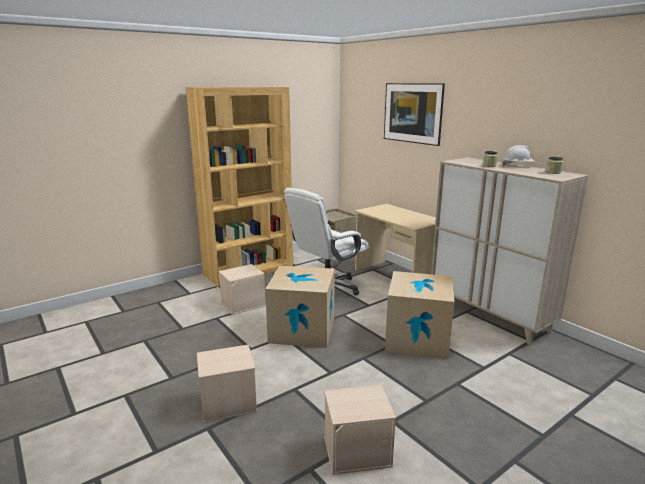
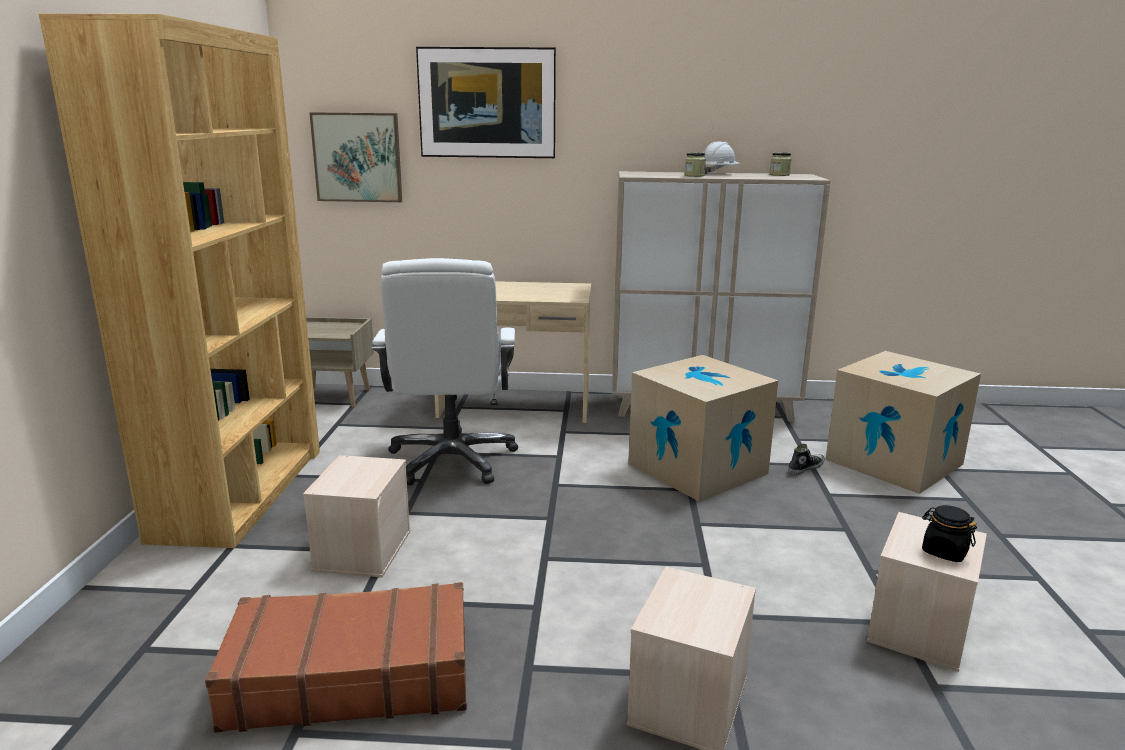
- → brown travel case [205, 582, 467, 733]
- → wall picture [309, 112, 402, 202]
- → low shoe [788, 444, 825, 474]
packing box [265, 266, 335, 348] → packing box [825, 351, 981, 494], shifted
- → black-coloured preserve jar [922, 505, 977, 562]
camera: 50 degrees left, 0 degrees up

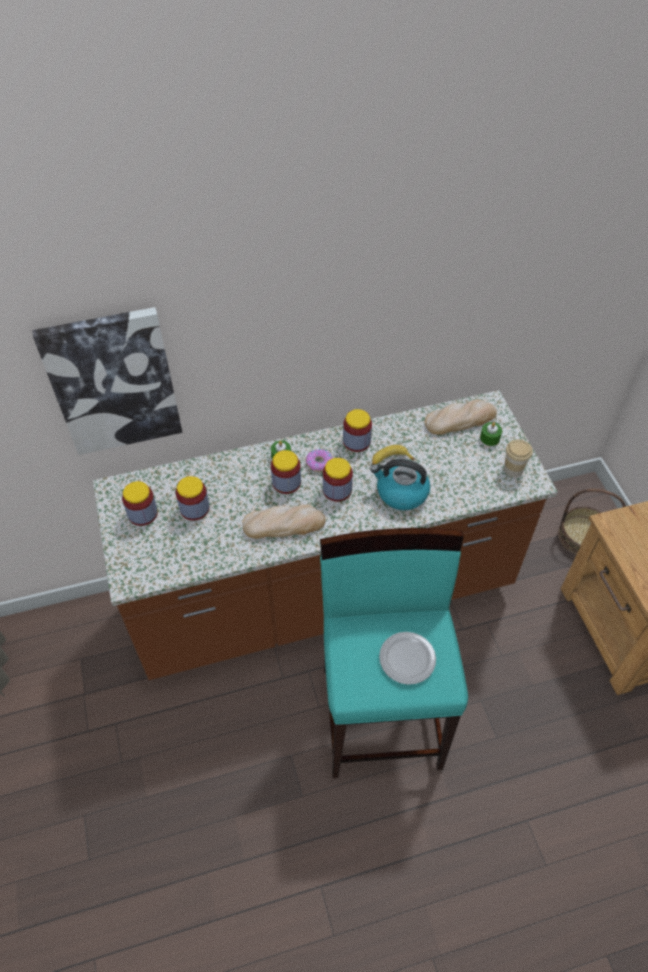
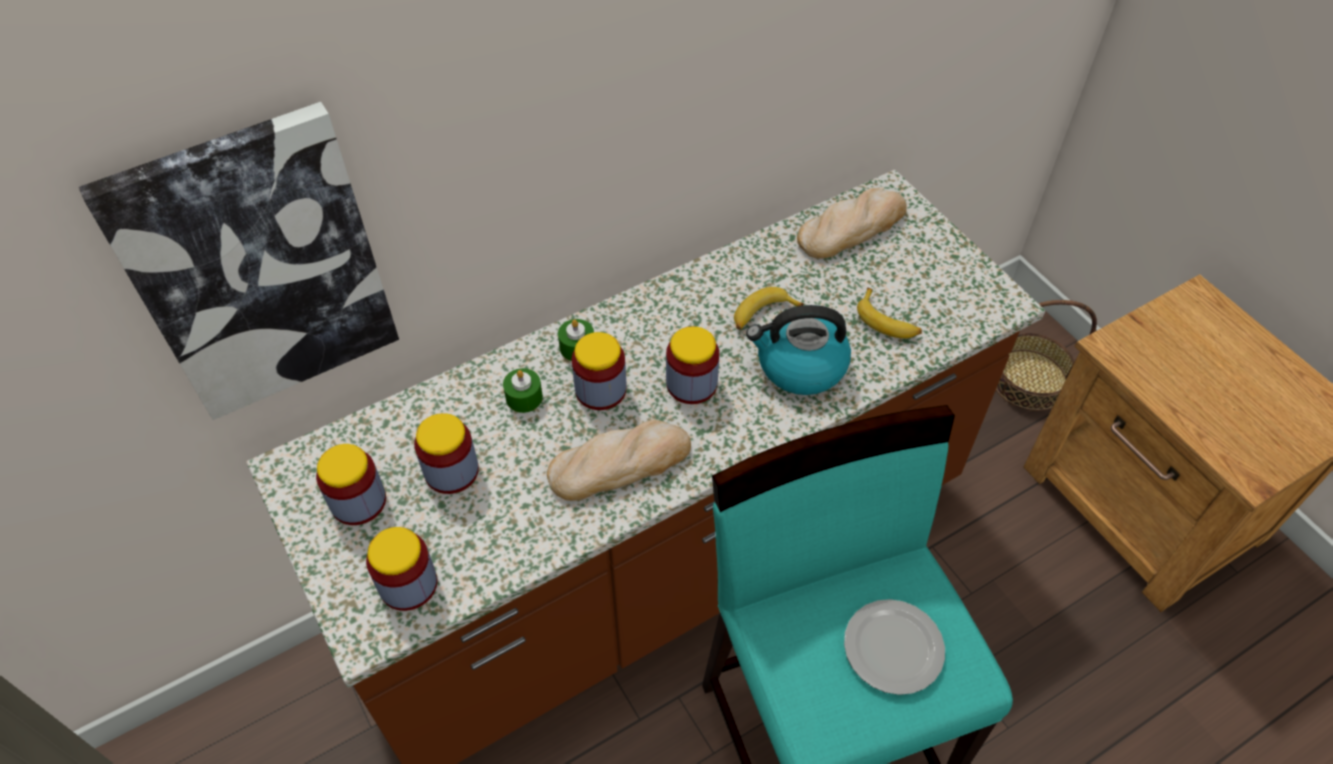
preserve jar [343, 409, 372, 452] → preserve jar [366, 527, 438, 611], shifted
greenish candle [480, 422, 502, 446] → greenish candle [503, 368, 543, 413], shifted
- → banana [857, 288, 922, 339]
ring doughnut [306, 449, 333, 472] → -
cup [504, 439, 532, 477] → -
camera: 15 degrees left, 0 degrees up

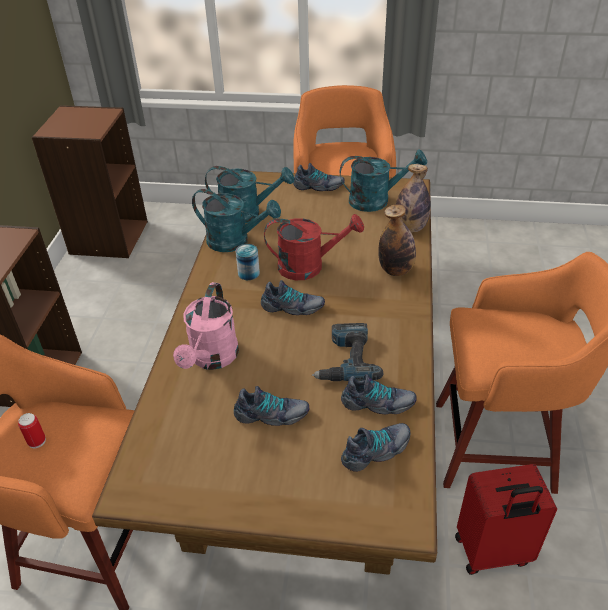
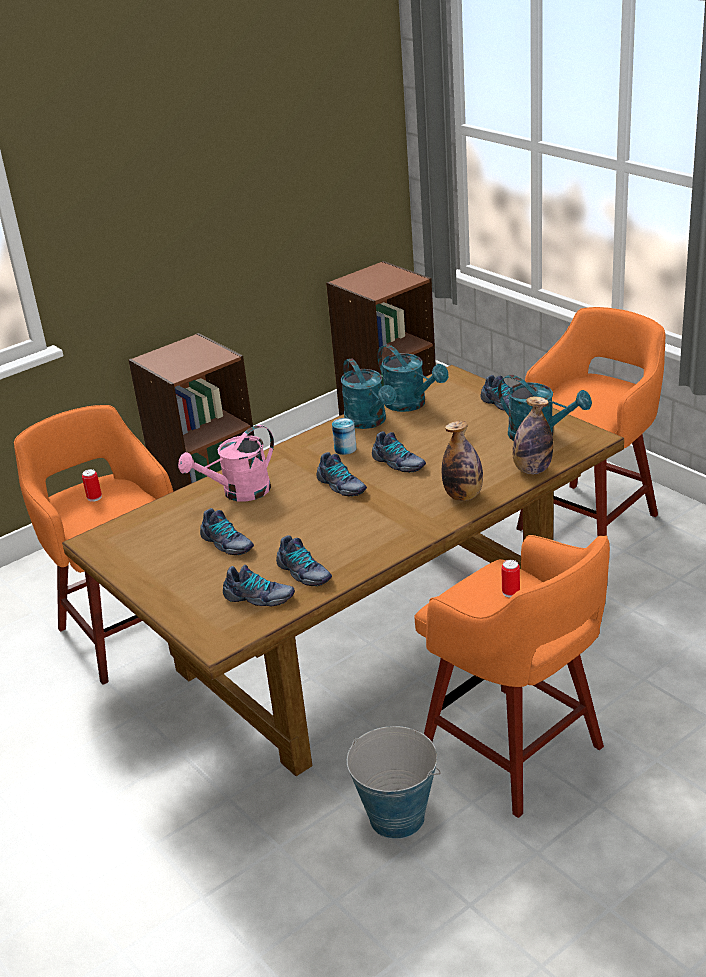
red travel case [455, 464, 557, 575] → water bucket [347, 726, 441, 839]
red watering can [264, 214, 364, 280] → low shoe [372, 431, 426, 473]
- → can [501, 560, 520, 598]
drill [312, 323, 383, 381] → -
camera: 45 degrees right, 10 degrees down

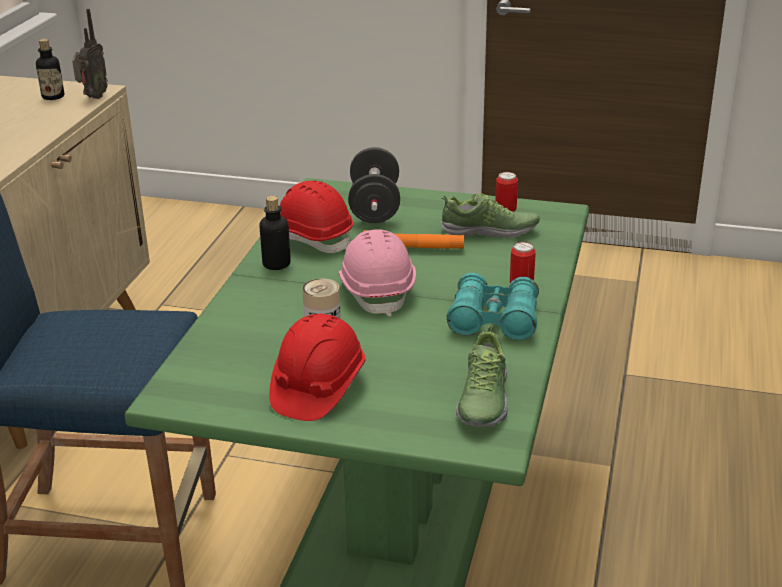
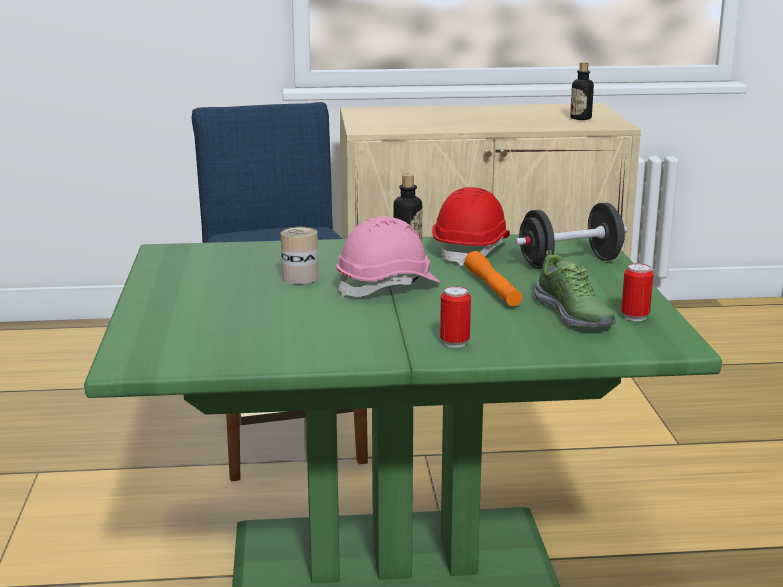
radio receiver [72, 9, 108, 99] → -
red work helmet [269, 314, 366, 421] → -
blue-green field glasses [447, 273, 539, 340] → -
low shoe [456, 326, 508, 427] → -
camera: 70 degrees right, 10 degrees down

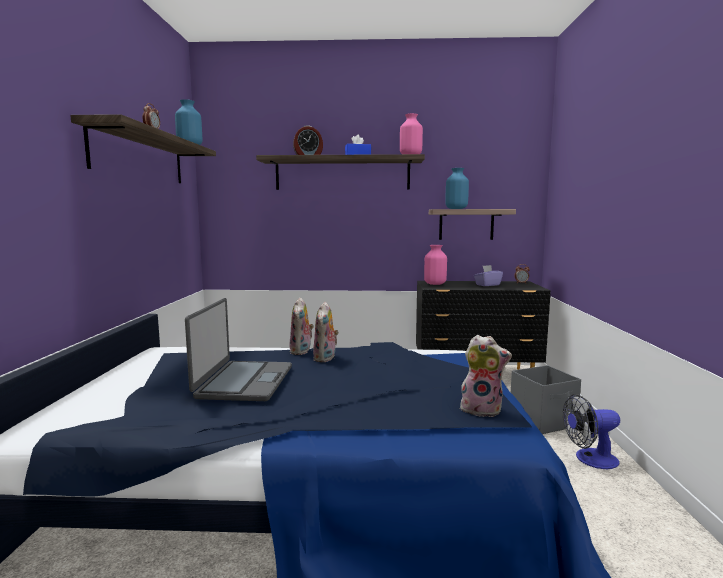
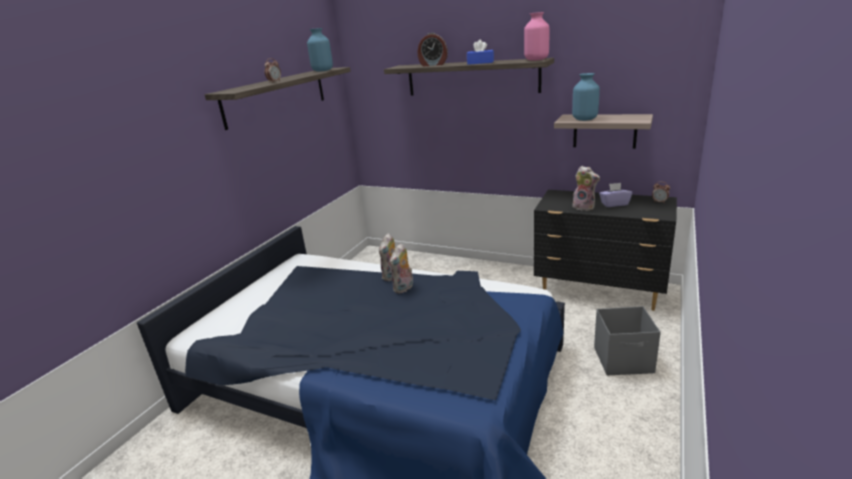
soft toy [458, 335, 512, 417] → soft toy [572, 166, 600, 211], shifted
portable computer [185, 298, 292, 401] → -
pink vase [424, 245, 447, 285] → -
electric fan [563, 394, 620, 469] → -
camera: 25 degrees right, 15 degrees up

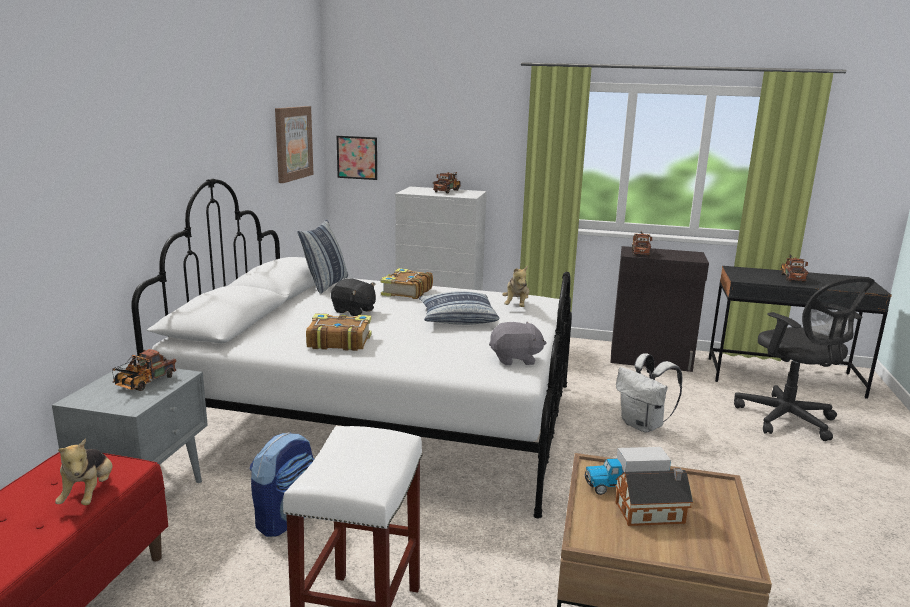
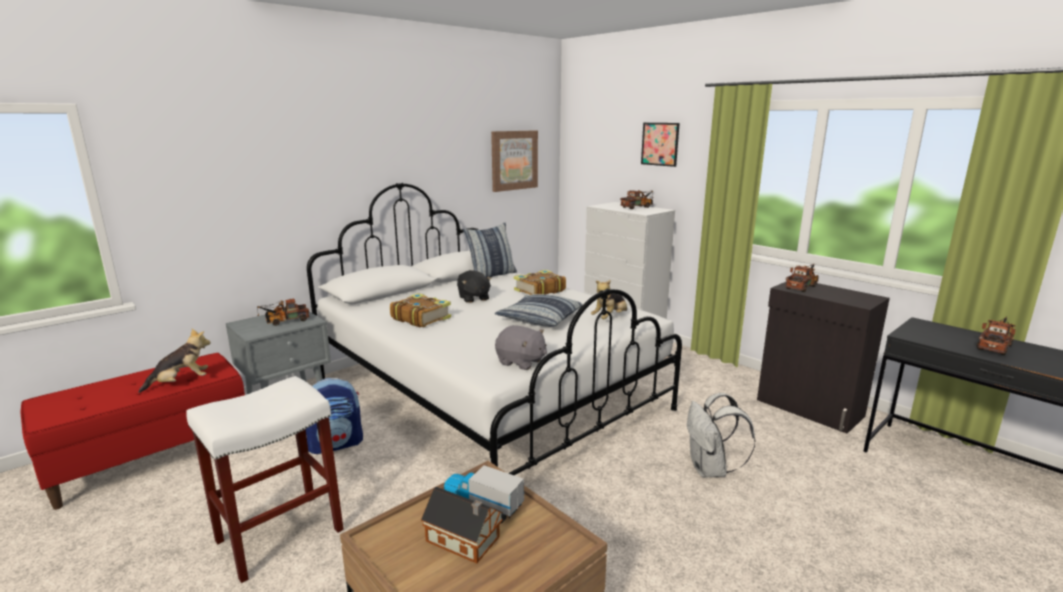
soft toy [55, 438, 113, 505] → soft toy [138, 328, 210, 393], 150 degrees counterclockwise
wall picture [337, 136, 377, 180] → wall picture [641, 123, 680, 167], shifted
black-coloured desk chair [734, 277, 875, 441] → -
camera: 35 degrees right, 0 degrees up

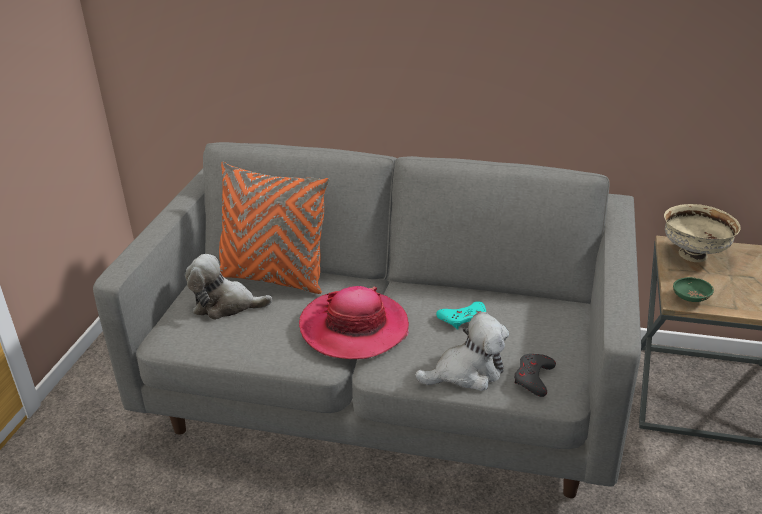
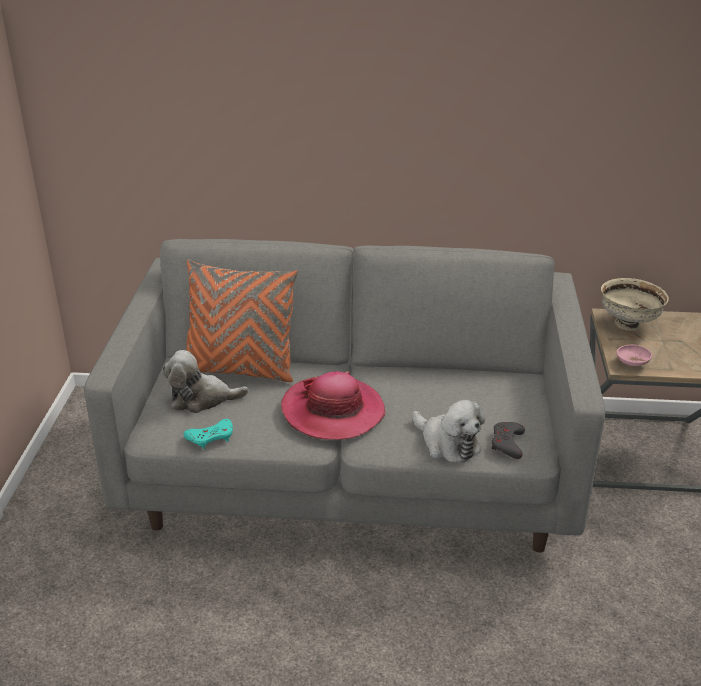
blue-green game controller [436, 301, 486, 330] → blue-green game controller [184, 419, 233, 449], shifted
soft toy [415, 312, 509, 391] → soft toy [412, 400, 485, 463], 75 degrees clockwise
greenish bowl [673, 277, 714, 302] → pink bowl [617, 345, 652, 366]
camera: 10 degrees left, 0 degrees up

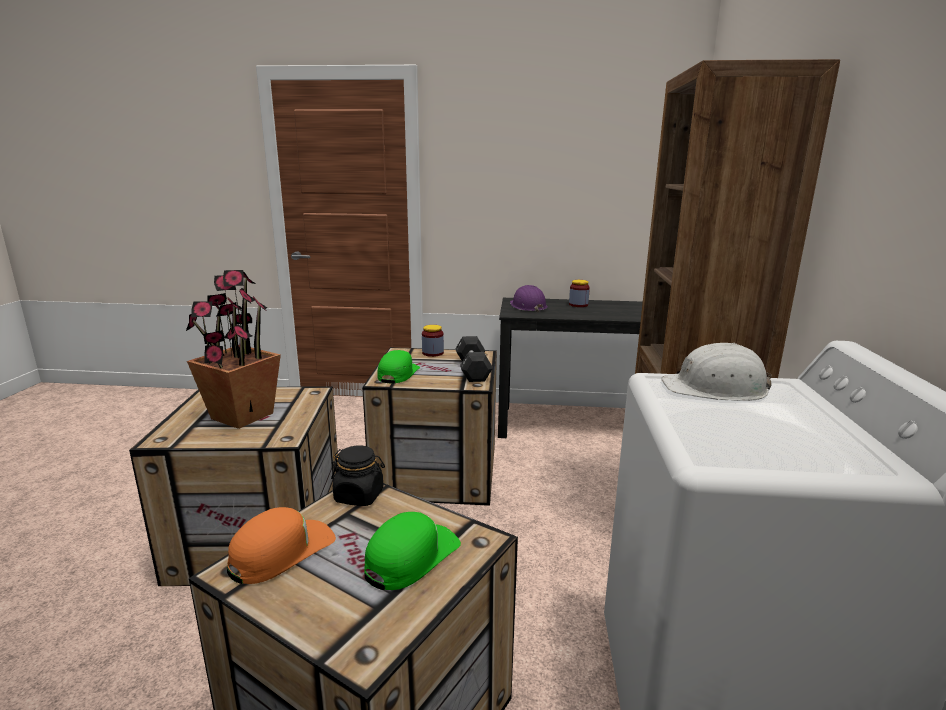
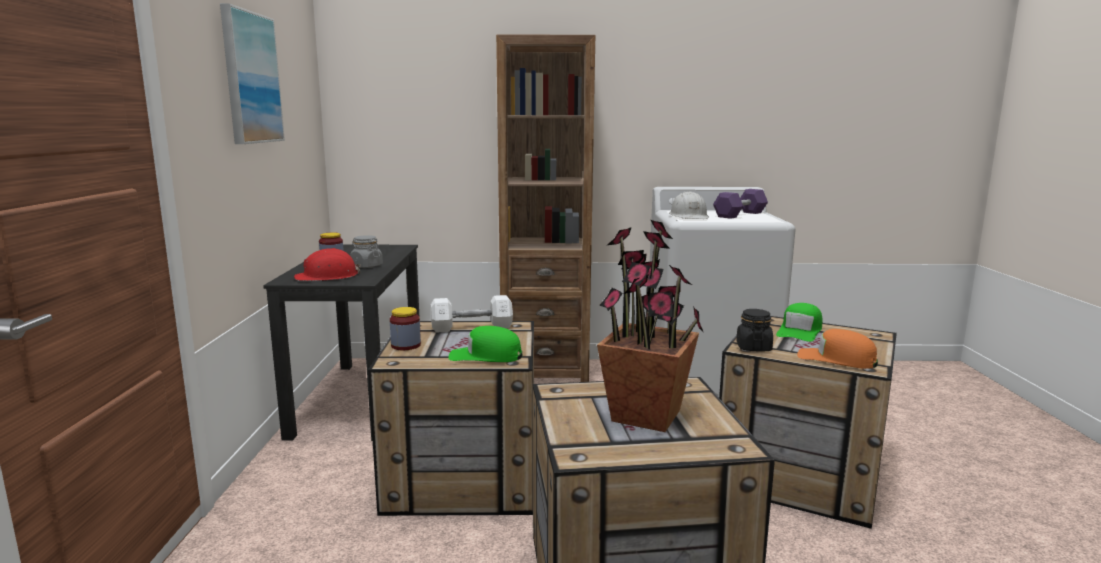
- → wall picture [220, 3, 285, 144]
purplish work helmet [510, 285, 548, 312] → red work helmet [294, 248, 361, 281]
- → gray preserve jar [350, 235, 383, 268]
black-coloured dumbbell [455, 336, 493, 382] → white-coloured dumbbell [431, 295, 513, 333]
- → purplish dumbbell [713, 189, 768, 219]
greenish cap [364, 512, 461, 590] → greenish cap [776, 303, 822, 342], 90 degrees counterclockwise
camera: 95 degrees left, 5 degrees down

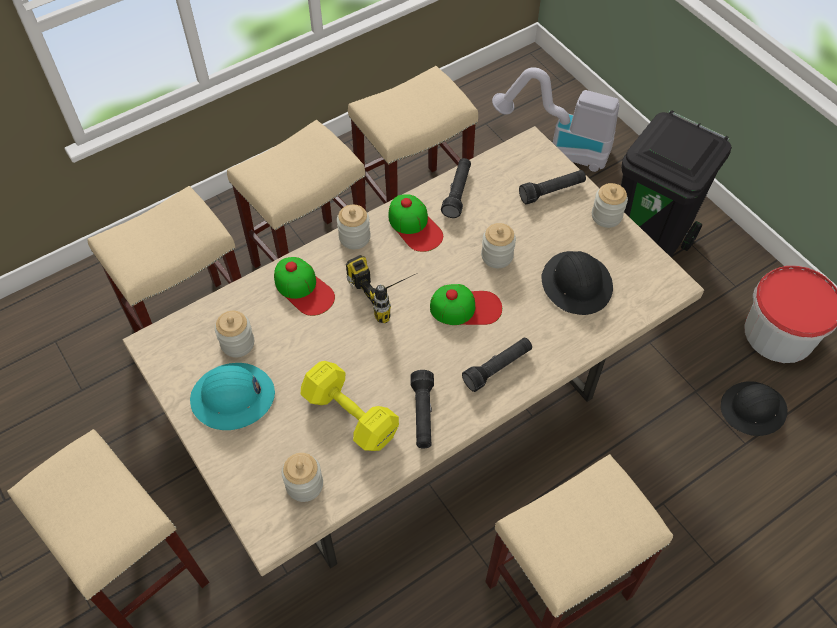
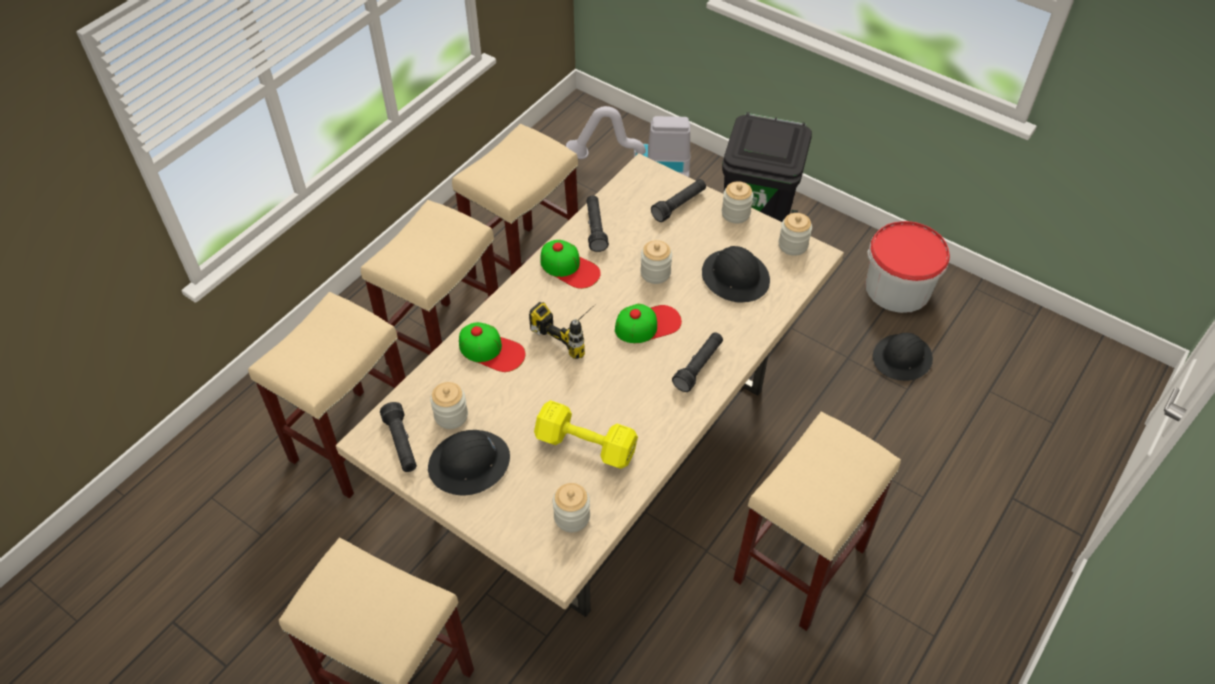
black-coloured torch [410, 370, 434, 448] → black-coloured torch [380, 402, 417, 472], shifted
blue-green work helmet [190, 363, 275, 430] → black-coloured work helmet [428, 430, 510, 496]
preserve jar [337, 205, 370, 249] → preserve jar [778, 213, 812, 256], shifted
camera: 20 degrees left, 5 degrees down

